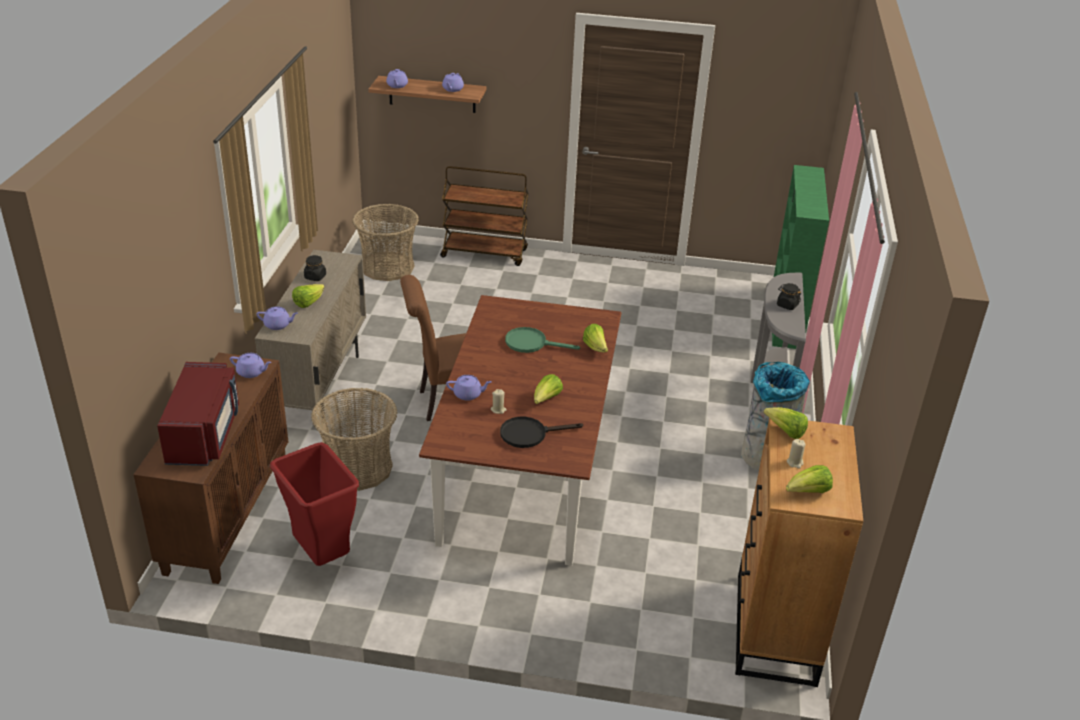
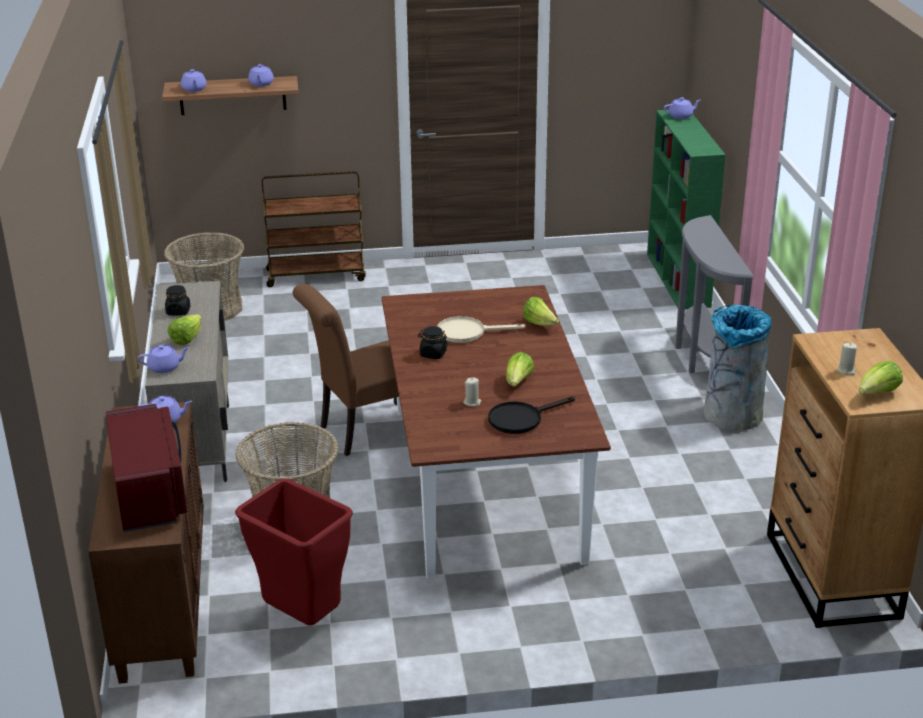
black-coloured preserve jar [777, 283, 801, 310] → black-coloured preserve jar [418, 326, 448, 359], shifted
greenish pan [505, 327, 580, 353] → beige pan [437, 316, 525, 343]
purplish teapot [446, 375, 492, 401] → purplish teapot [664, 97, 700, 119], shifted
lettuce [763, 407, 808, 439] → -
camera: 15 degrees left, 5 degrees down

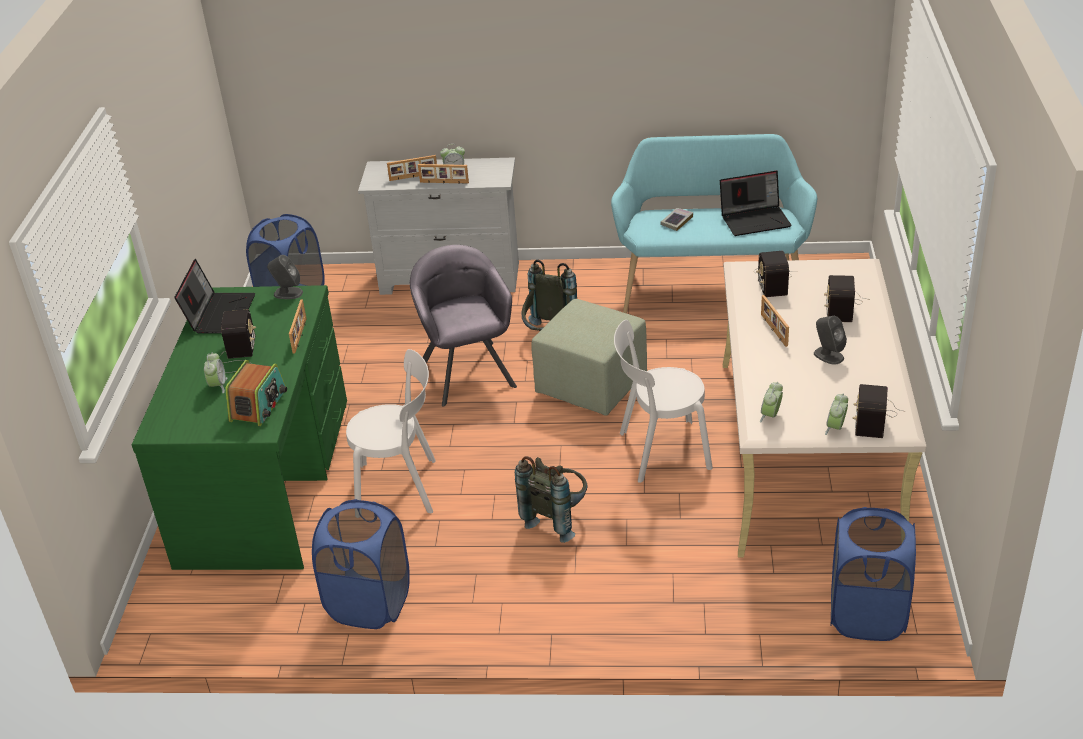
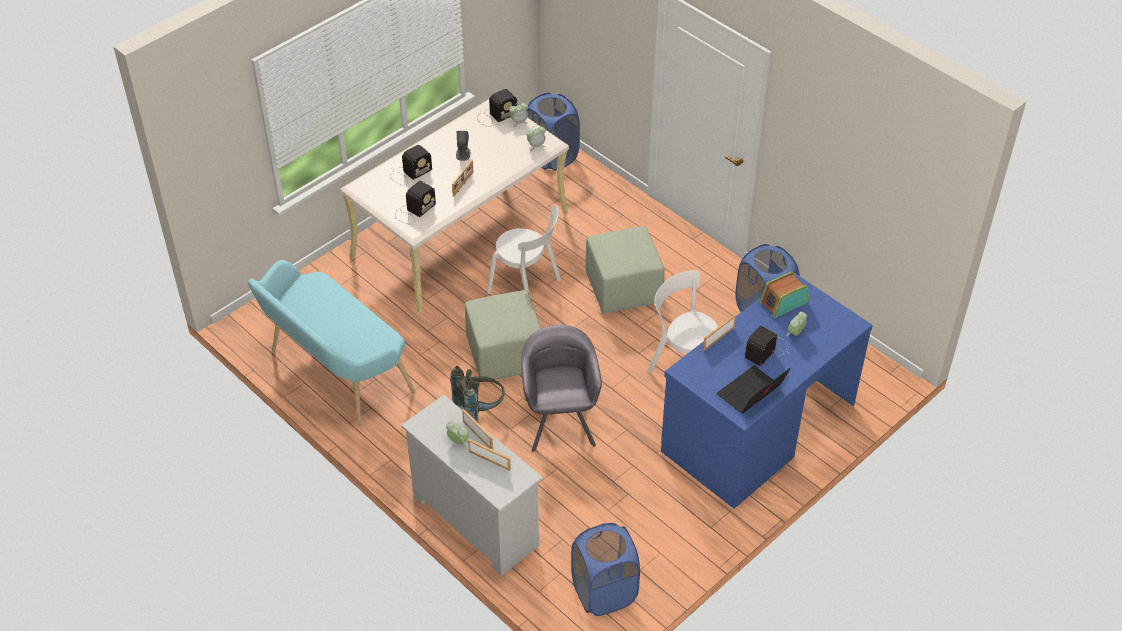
gray armchair [410, 245, 517, 406] → gray armchair [521, 325, 602, 452], 150 degrees clockwise
gray rucksack [515, 456, 588, 543] → greenish footrest [586, 226, 665, 314]
greenish desk [132, 285, 347, 570] → blue desk [661, 273, 873, 508]
gray audio speaker [267, 255, 303, 299] → -
book [660, 208, 693, 231] → -
portable computer [720, 171, 792, 236] → -
camera: 140 degrees left, 10 degrees up

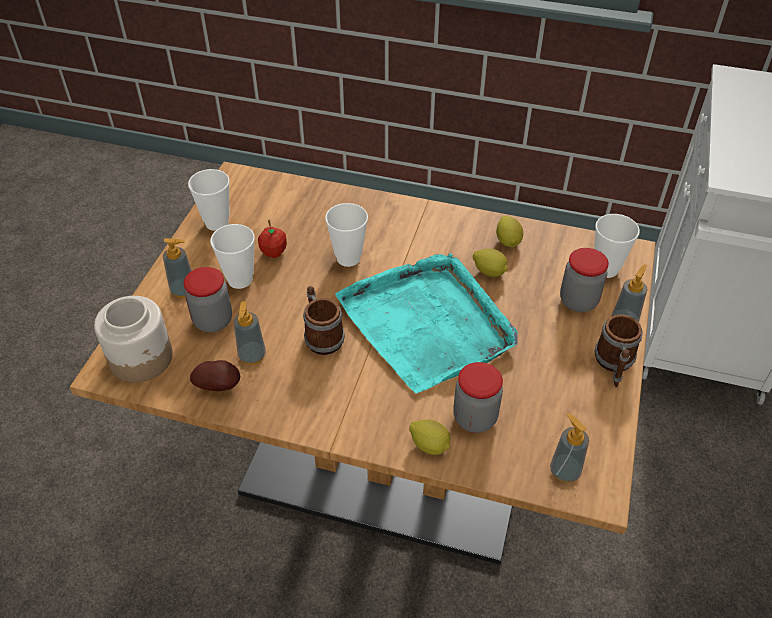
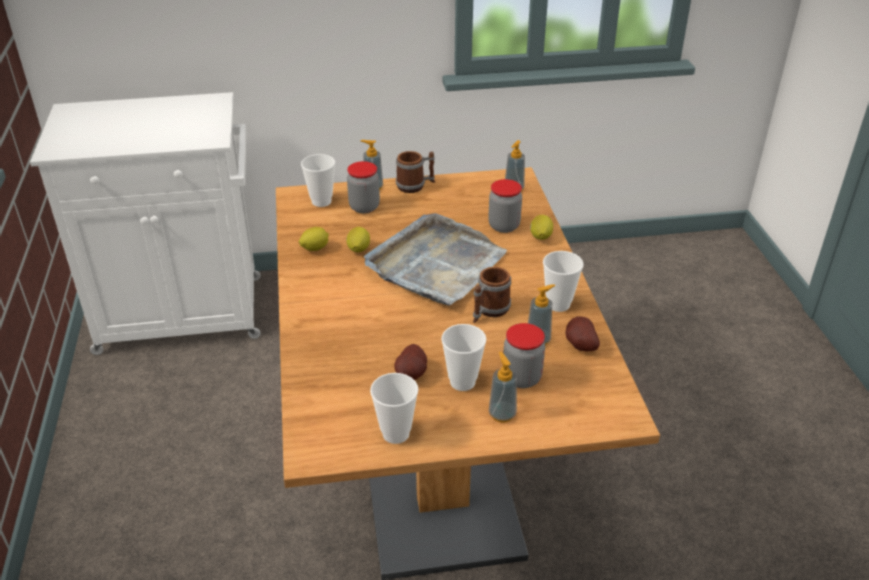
blue-green carrying tray [335, 254, 518, 393] → gray carrying tray [364, 213, 507, 306]
apple fruit [258, 220, 287, 258] → spud [394, 344, 427, 380]
cup [325, 203, 368, 267] → cup [543, 251, 584, 312], shifted
preserve jar [94, 296, 173, 383] → -
camera: 115 degrees left, 10 degrees down

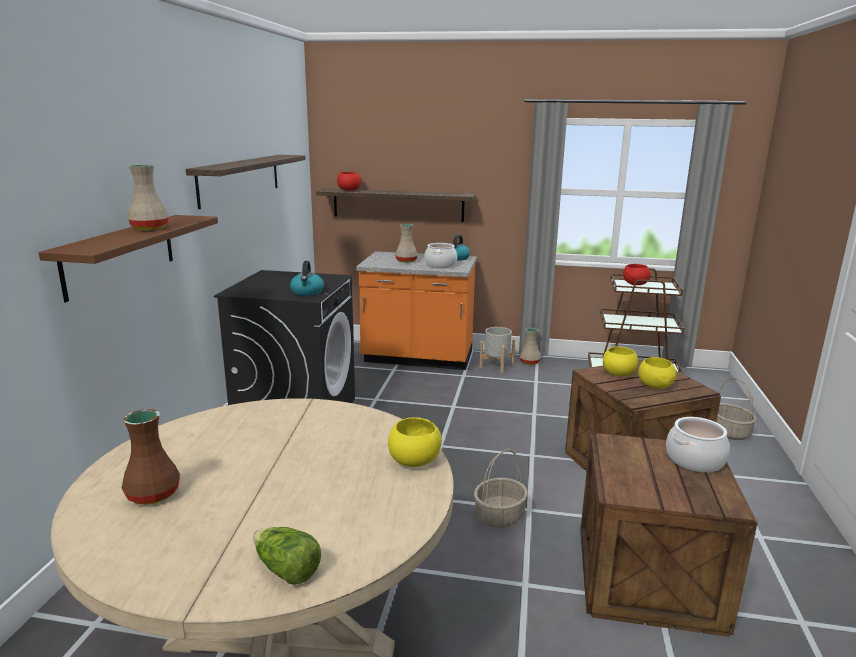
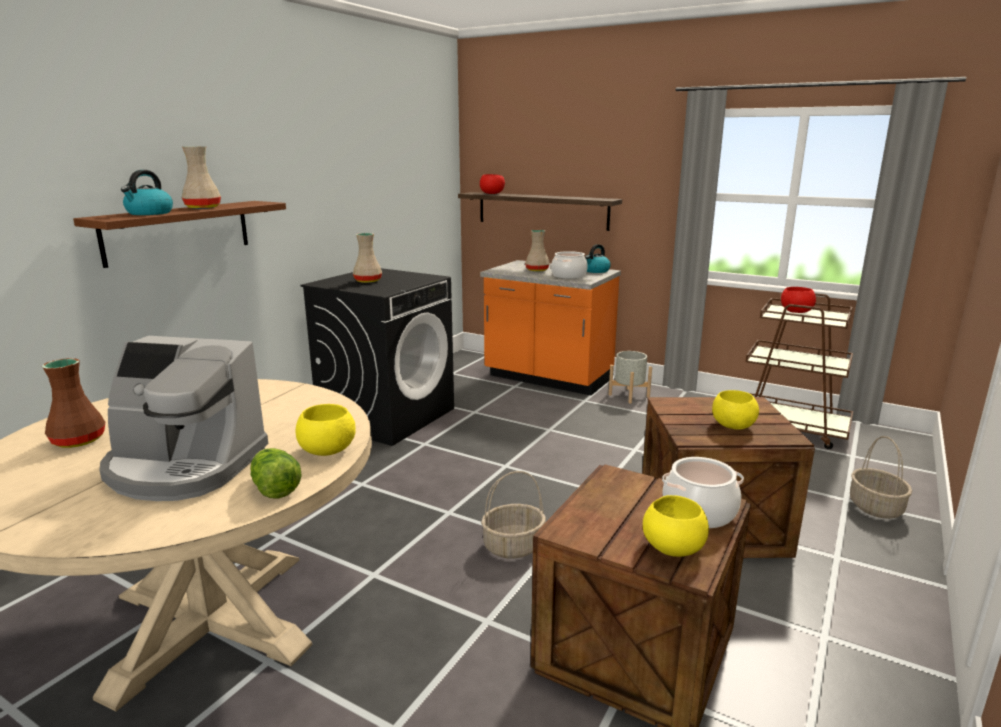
- → coffee maker [100, 336, 268, 501]
water kettle [290, 261, 324, 296] → water kettle [121, 170, 173, 215], shifted
lettuce [253, 527, 321, 585] → lettuce [250, 448, 302, 498], shifted
beige vase [519, 328, 541, 365] → beige vase [353, 233, 382, 283], shifted
yellow-coloured bowl [603, 346, 638, 377] → yellow-coloured bowl [643, 495, 709, 557], shifted
wall shelf [186, 155, 306, 209] → -
camera: 20 degrees right, 0 degrees up

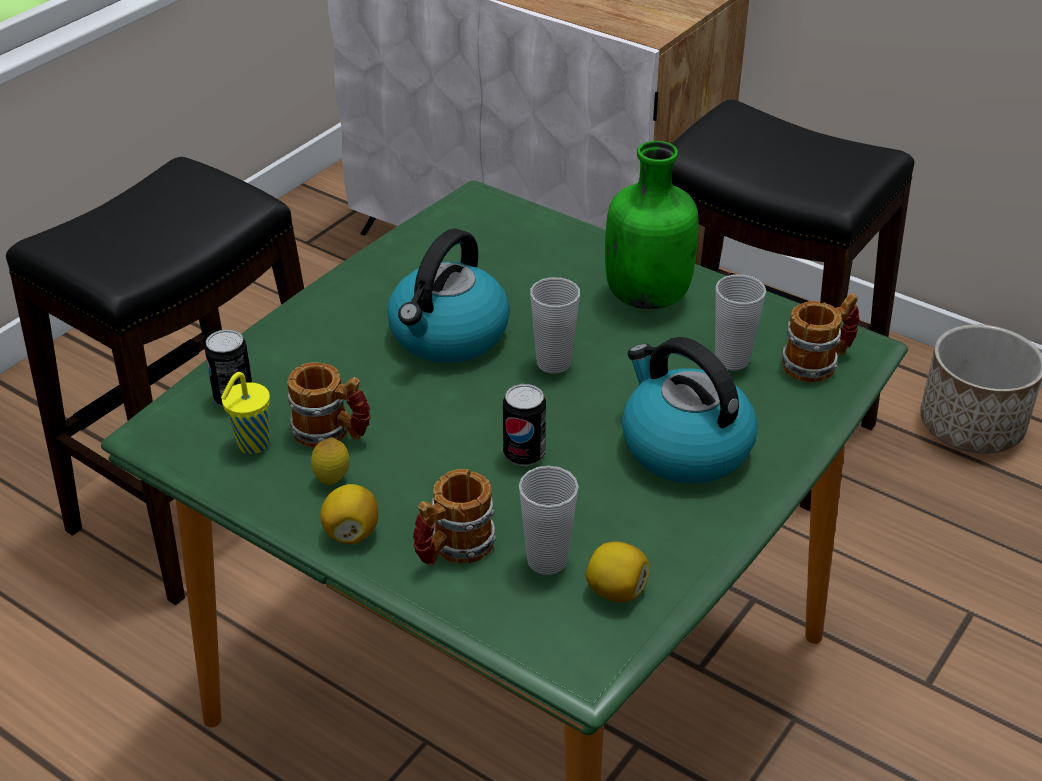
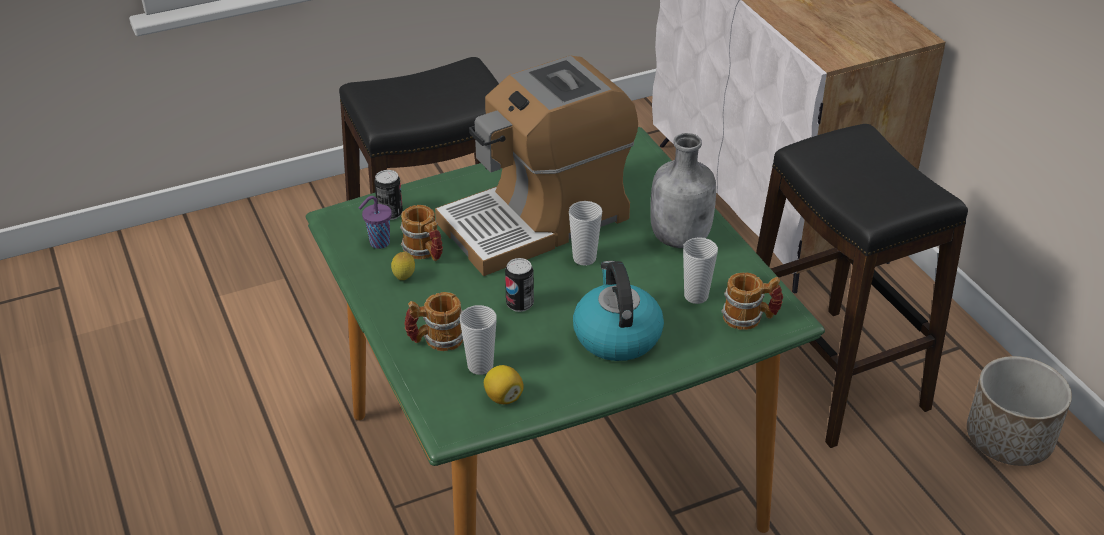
yellow-coloured cup [221, 372, 270, 454] → purplish cup [359, 196, 392, 249]
water kettle [387, 229, 510, 363] → coffee maker [435, 55, 638, 276]
greenish beverage bottle [605, 141, 699, 309] → gray beverage bottle [650, 133, 716, 248]
citrus fruit [320, 484, 378, 544] → -
camera: 30 degrees right, 0 degrees up

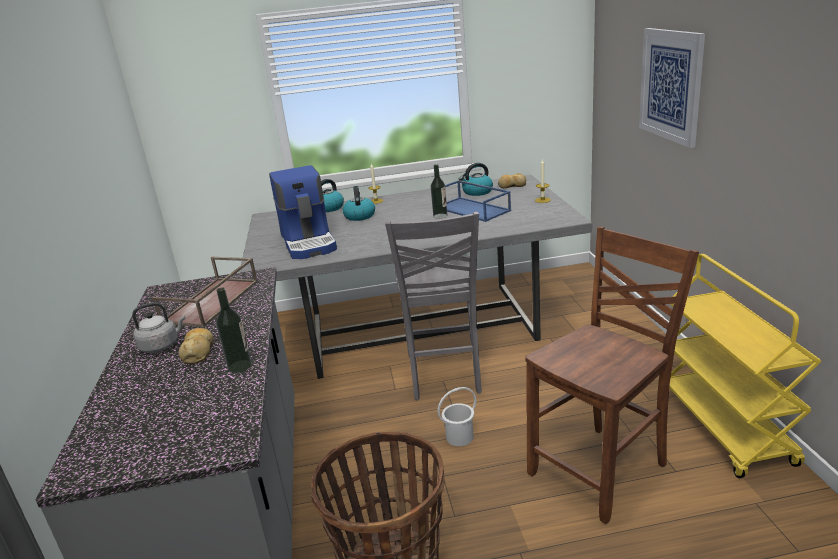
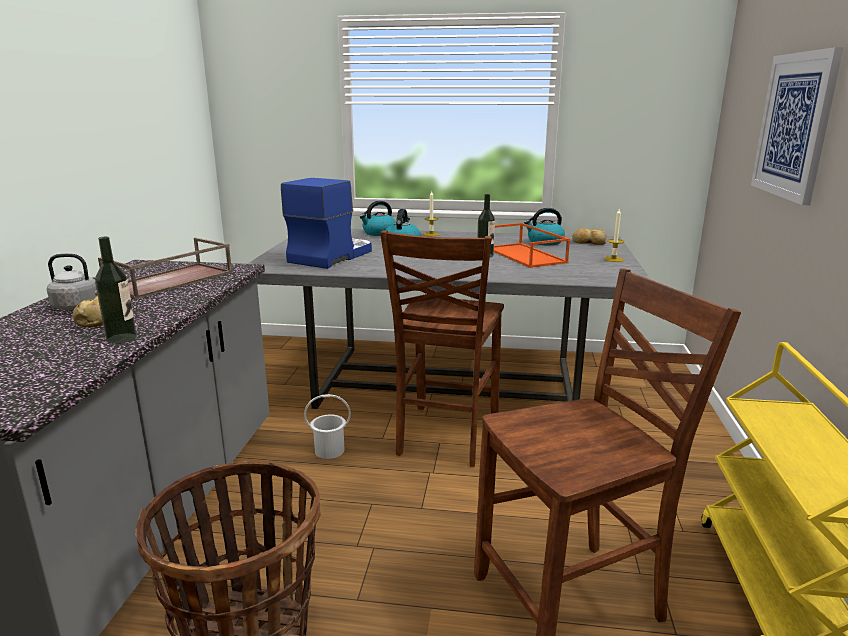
coffee maker [269, 165, 337, 259] → coffee maker [281, 178, 372, 269], 150 degrees counterclockwise
white-coloured water bucket [438, 387, 476, 446] → white-coloured water bucket [304, 394, 351, 459], shifted
gray upright chair [385, 212, 482, 400] → brown upright chair [380, 230, 504, 467]
blue carrying tray [445, 180, 511, 222] → orange-coloured carrying tray [494, 223, 570, 268]
camera: 15 degrees right, 5 degrees down

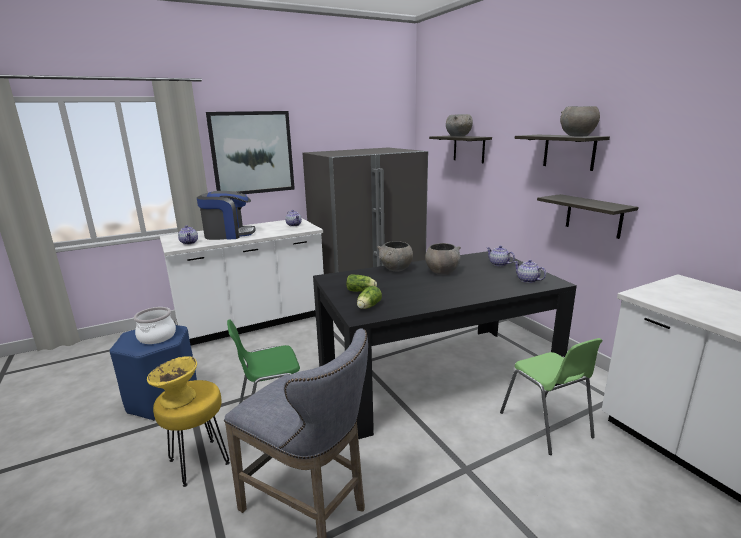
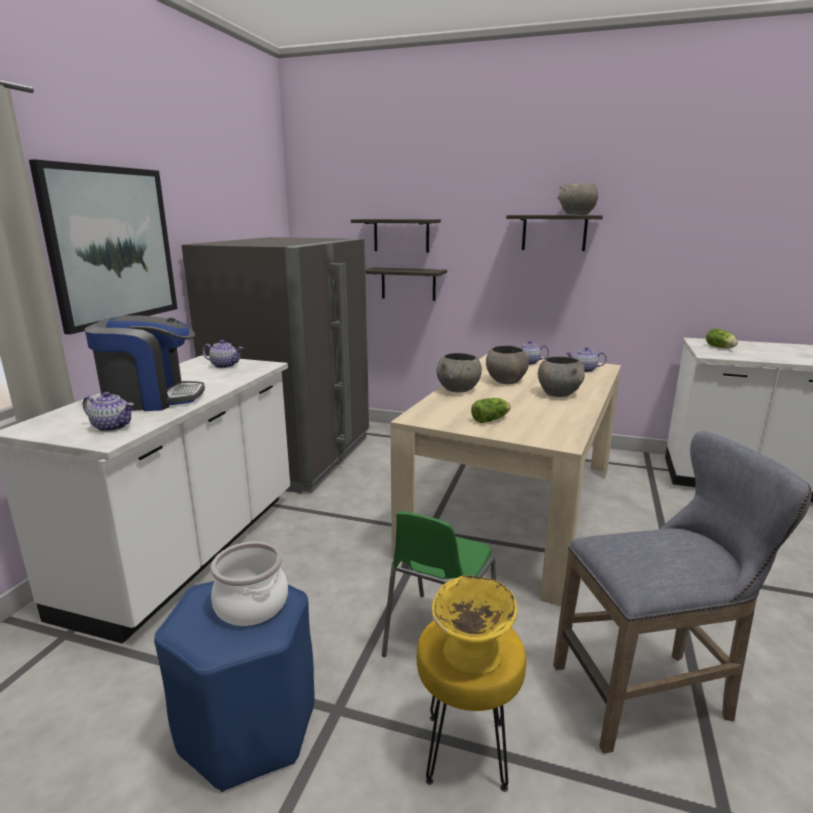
coffee maker [197, 191, 256, 240] → coffee maker [85, 315, 205, 411], 45 degrees clockwise
wall shelf [537, 194, 638, 239] → wall shelf [365, 267, 447, 301], shifted
black-coloured kitchen table [313, 251, 577, 439] → beige kitchen table [390, 353, 621, 606]
gray bowl [446, 114, 473, 136] → gray bowl [538, 356, 585, 397], shifted
lettuce [357, 286, 382, 309] → lettuce [706, 329, 738, 348], shifted
greenish upright chair [500, 338, 603, 455] → -
camera: 45 degrees left, 0 degrees up

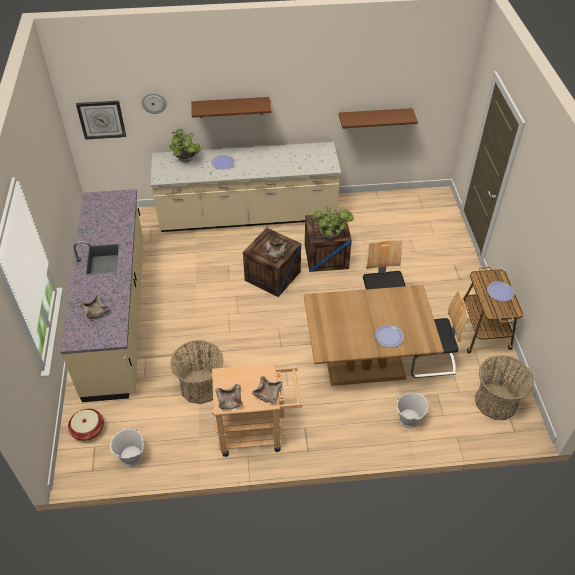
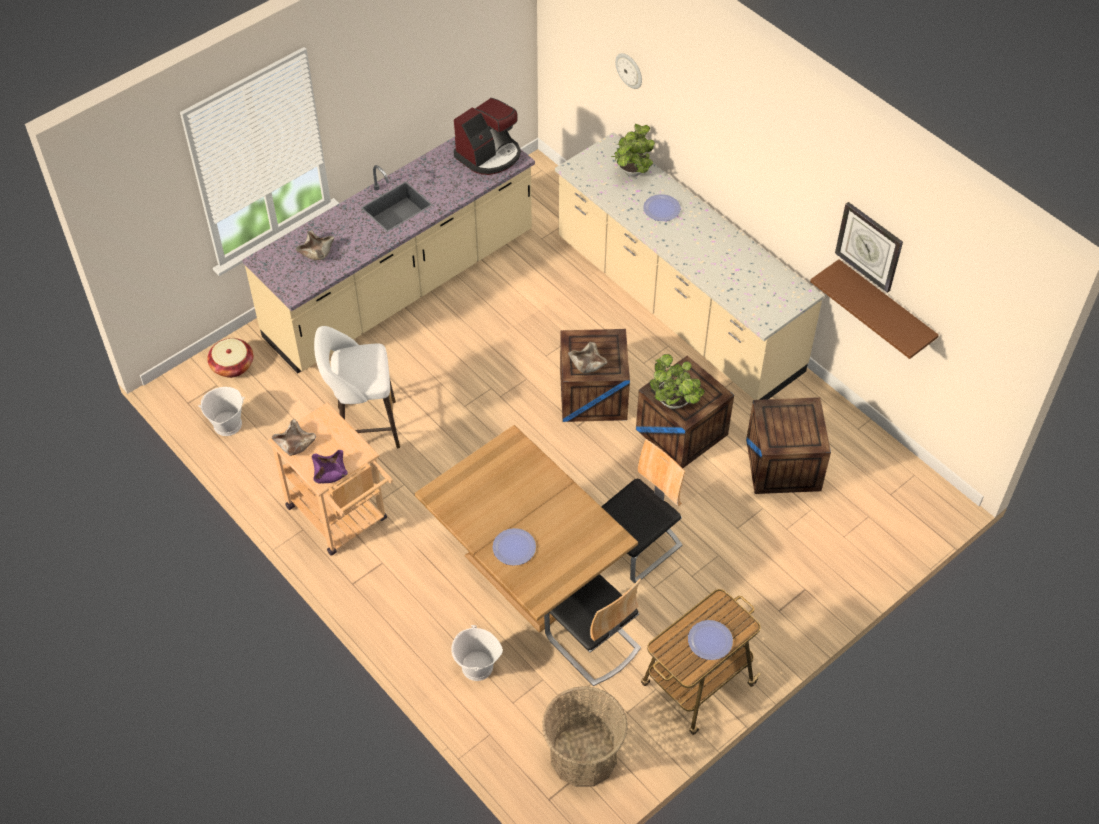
beige bowl [252, 376, 283, 403] → purplish bowl [311, 450, 348, 483]
basket [170, 340, 223, 404] → white-coloured sitting stool [314, 326, 400, 448]
- → coffee maker [454, 98, 521, 175]
- → shipping crate [746, 397, 831, 494]
hanging clock [76, 101, 126, 140] → hanging clock [835, 202, 903, 293], shifted
brown wall shelf [191, 97, 271, 118] → -
camera: 55 degrees right, 5 degrees up

